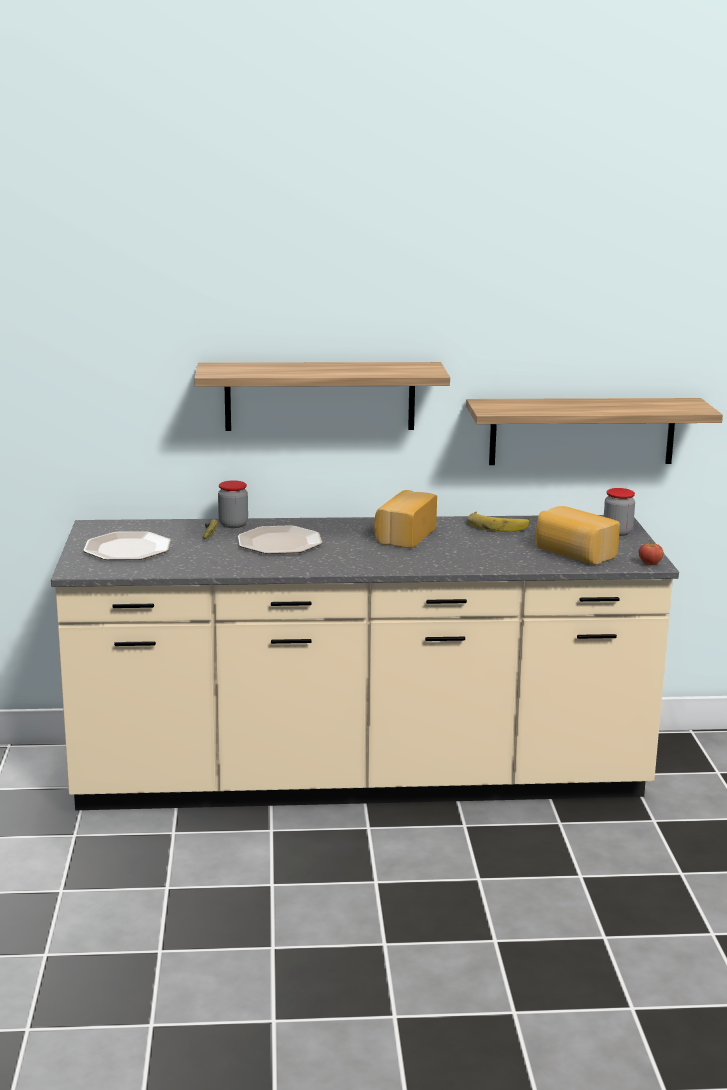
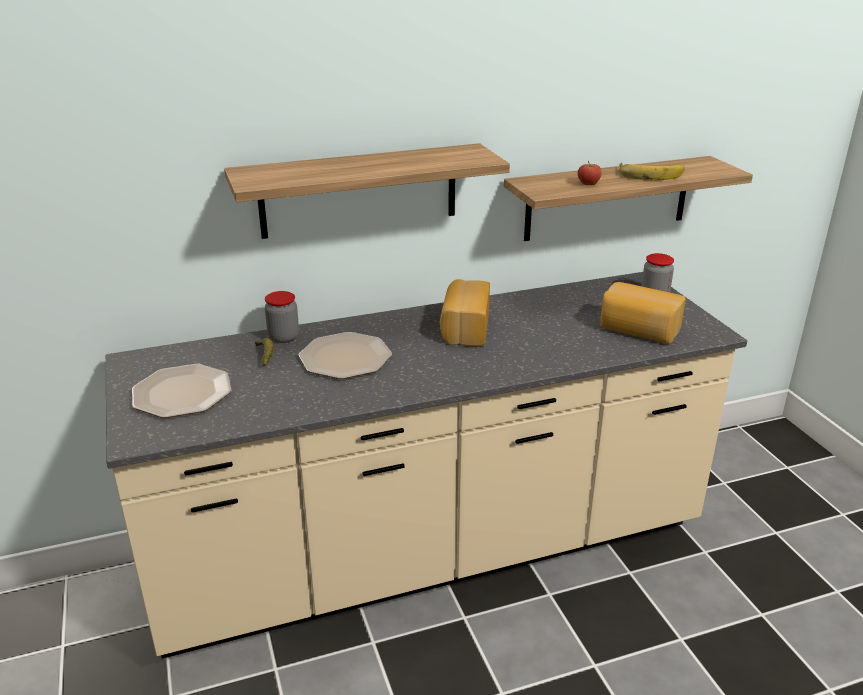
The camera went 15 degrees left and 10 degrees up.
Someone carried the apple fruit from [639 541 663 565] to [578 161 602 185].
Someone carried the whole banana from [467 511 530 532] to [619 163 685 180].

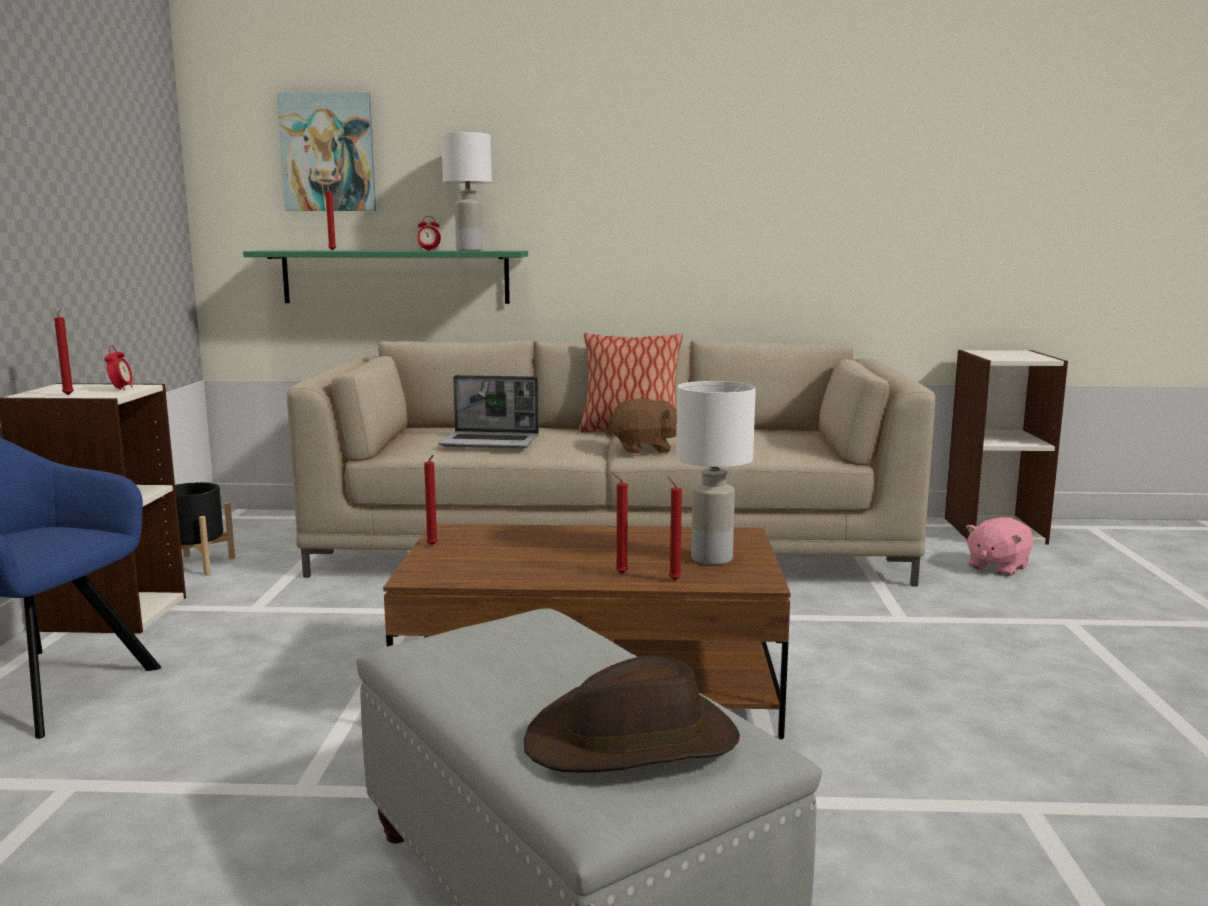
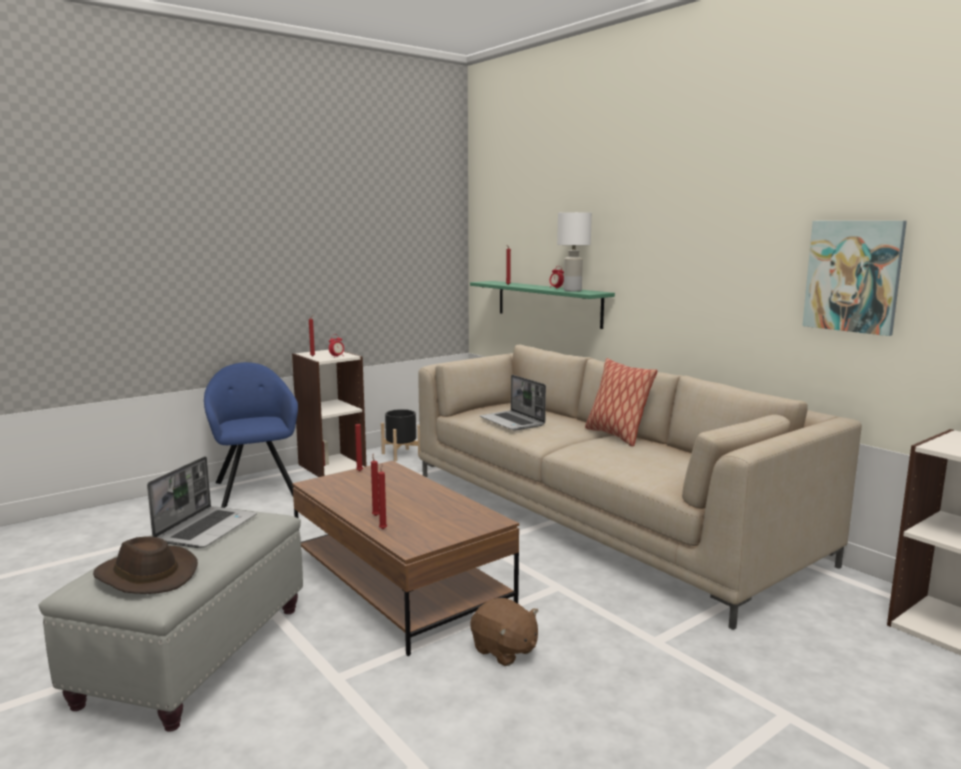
The camera went 50 degrees right and 0 degrees up.
Someone put down the laptop at [147 456 257 548].
Someone carried the plush toy (brownish) from [609 399 677 454] to [470 598 538 666].
Someone carried the wall picture from [277 92 376 211] to [802 221 907 336].
Someone took away the tabletop lamp (white-coloured) at [676 381 756 565].
Someone took away the plush toy (pink) at [965 517 1033 576].

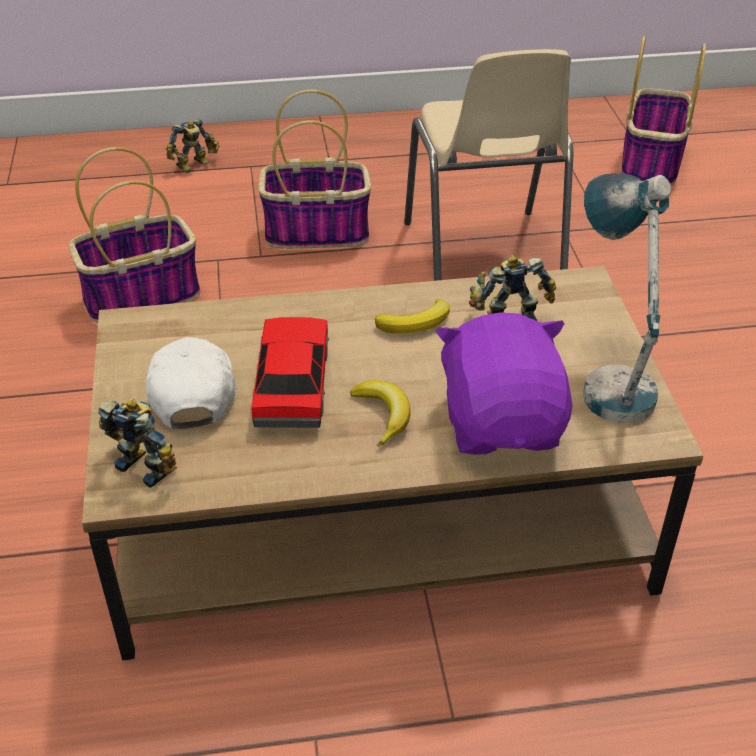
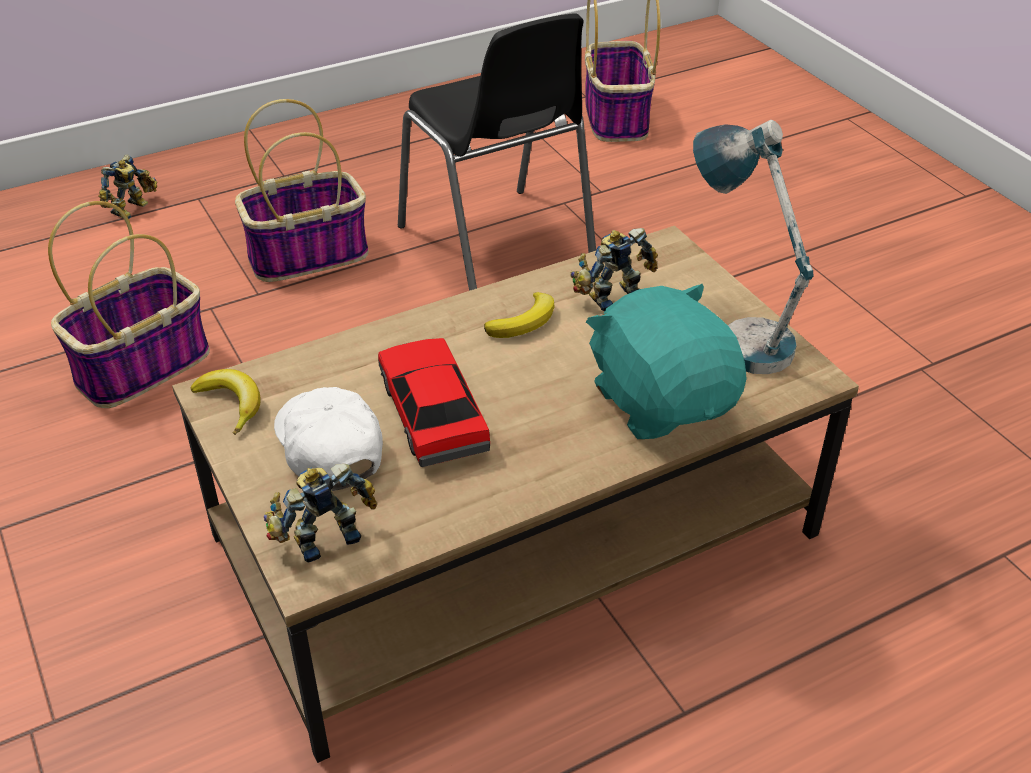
The camera went 20 degrees left and 0 degrees up.
Someone carried the whole banana from [350 380 411 447] to [191 369 261 435].
Someone rotated the toy robot at [98 399 177 488] by 45 degrees counterclockwise.
Someone repainted the plain chair (beige-coloured) at [404 49 573 281], which became the plain chair (blackish) at [398 13 596 291].
Someone repainted the plush toy (purple-coloured) at [435 312 573 455], which became the plush toy (blue-green) at [586 284 747 439].

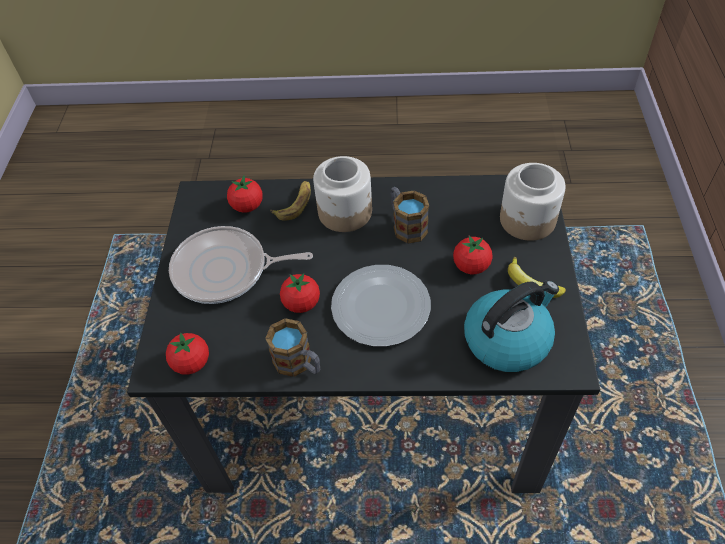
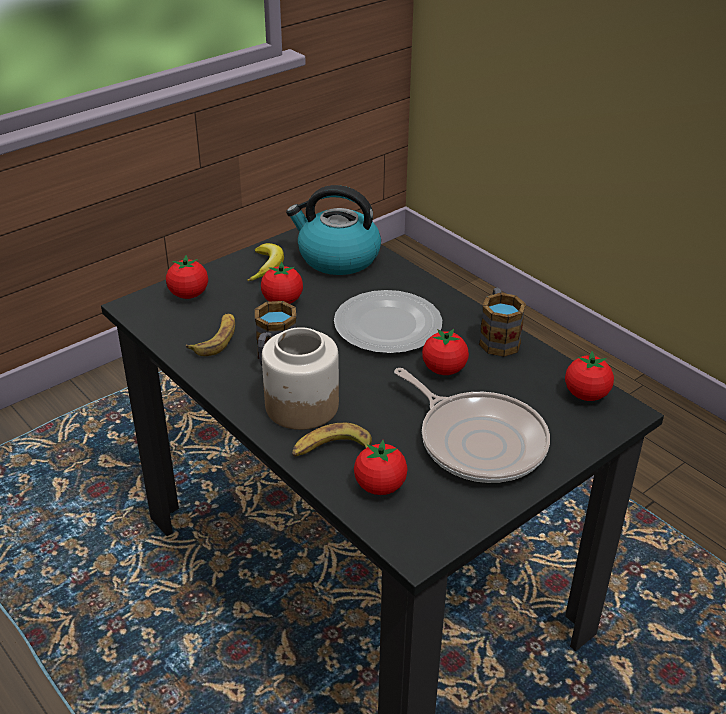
The camera went 135 degrees left and 15 degrees down.
Someone swapped the preserve jar at [500 163 566 241] for the whole tomato at [166 255 208 299].
Someone put down the whole banana at [186 314 235 356].

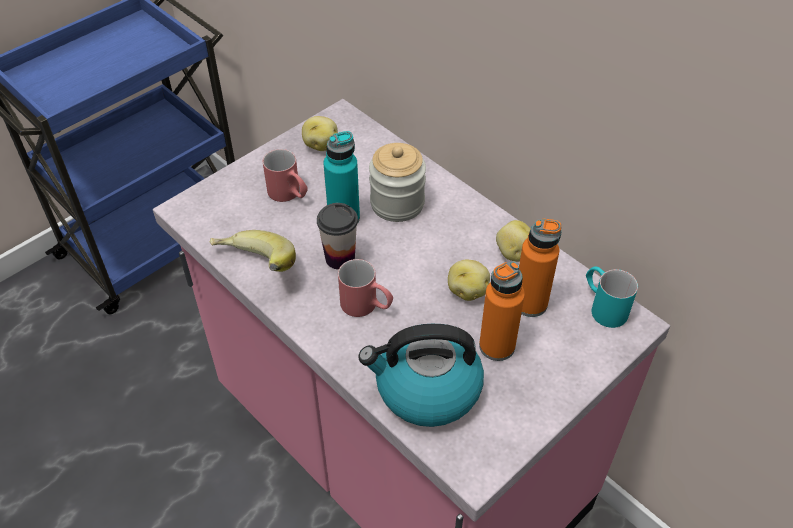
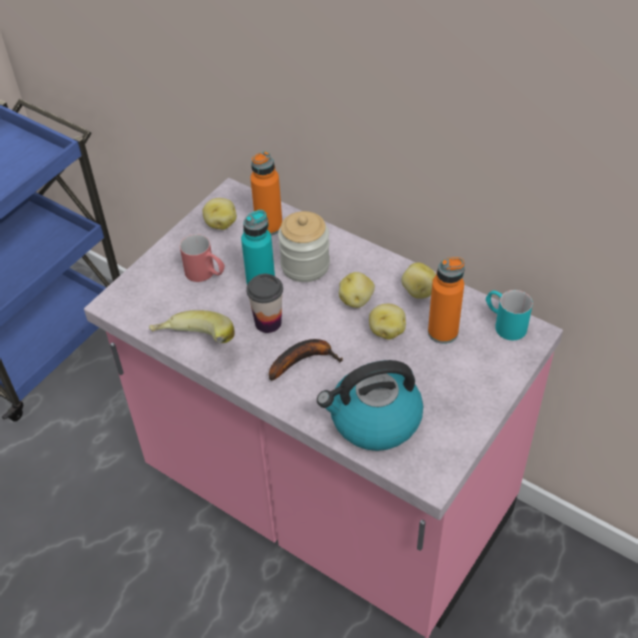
The camera went 10 degrees left and 0 degrees up.
Someone carried the drink bottle (orangey) from [479 262 525 361] to [250 151 282 235].
Someone swapped the tea mug (red) at [338 259 393 317] for the whole banana at [269 339 343 381].
Someone put down the spud at [339 272 375 308].

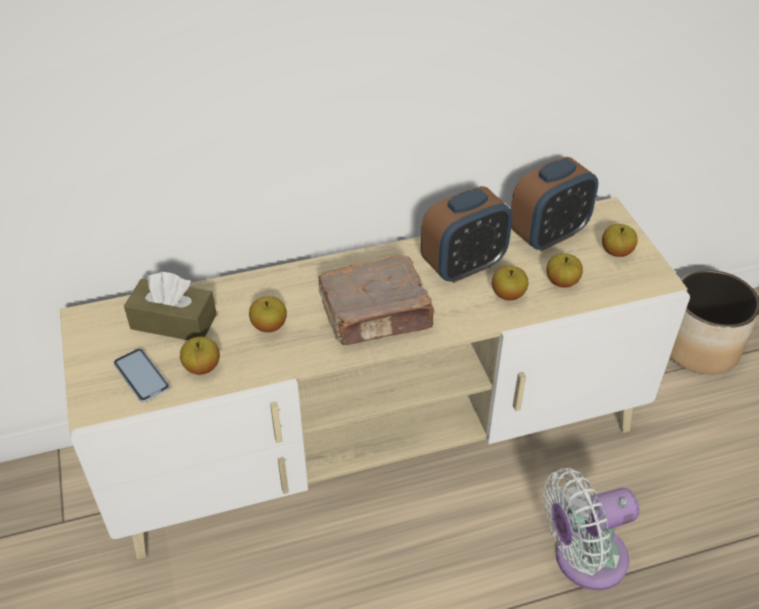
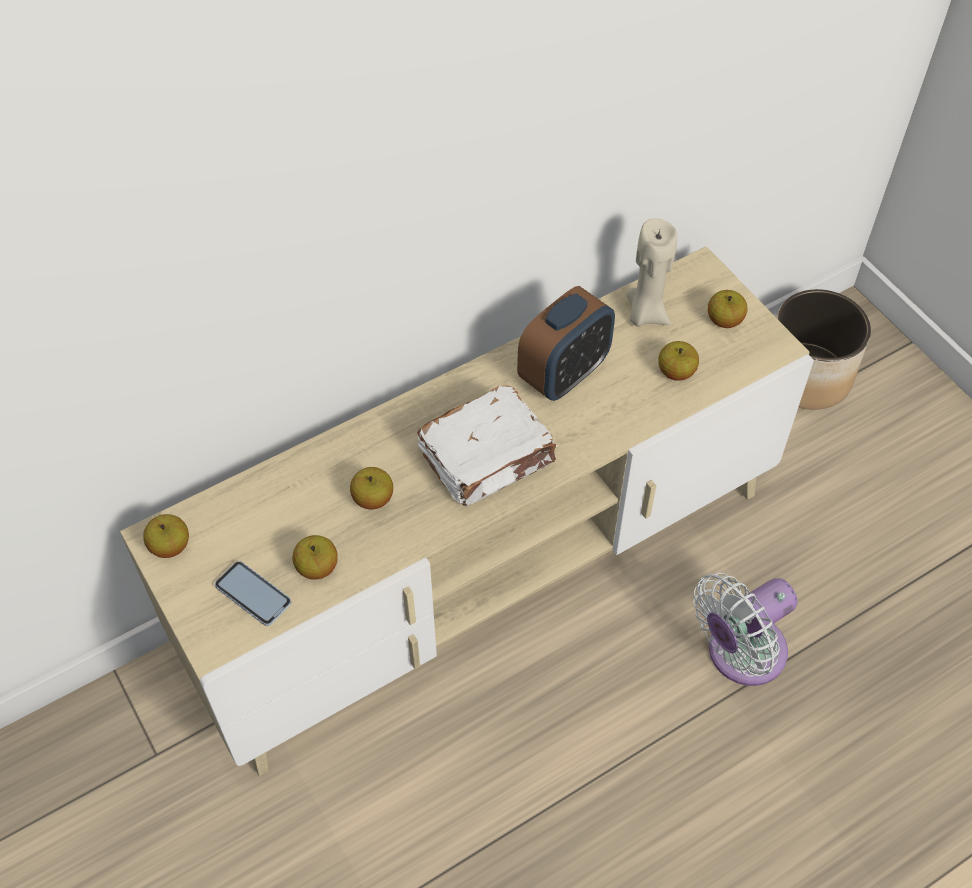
The camera went 15 degrees left and 10 degrees up.
Someone carried the apple fruit from [492 266 528 300] to [143 514 189 558].
Someone repainted the volume (brownish) at [318 255 436 345], which became the volume (white-coloured) at [417 386 558 506].
Someone swapped the bedside clock at [511 157 598 251] for the wax candle (beige-coloured) at [626 218 677 327].
Someone took away the box of tissues (brownish) at [124 272 217 340].

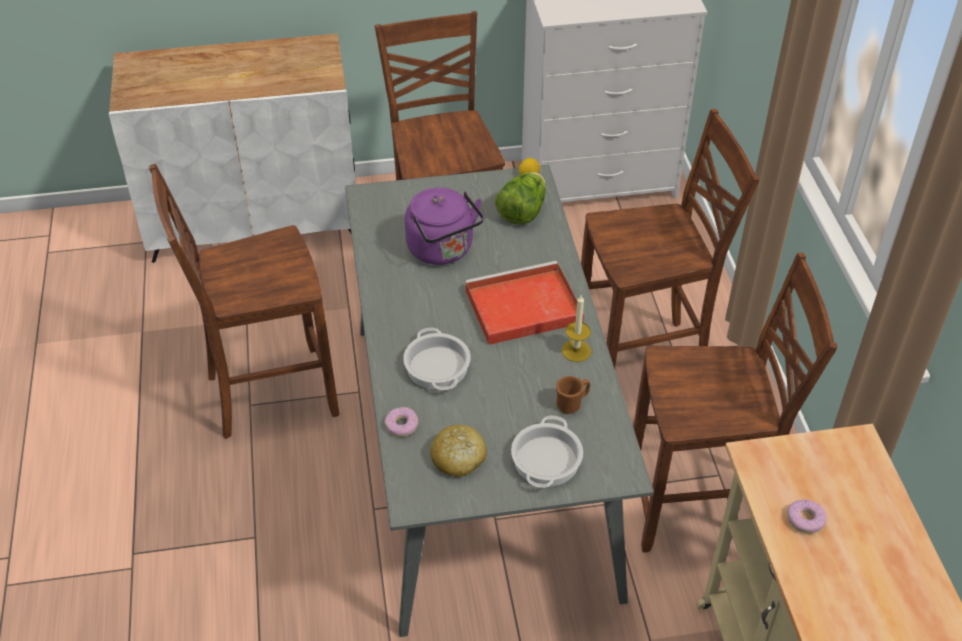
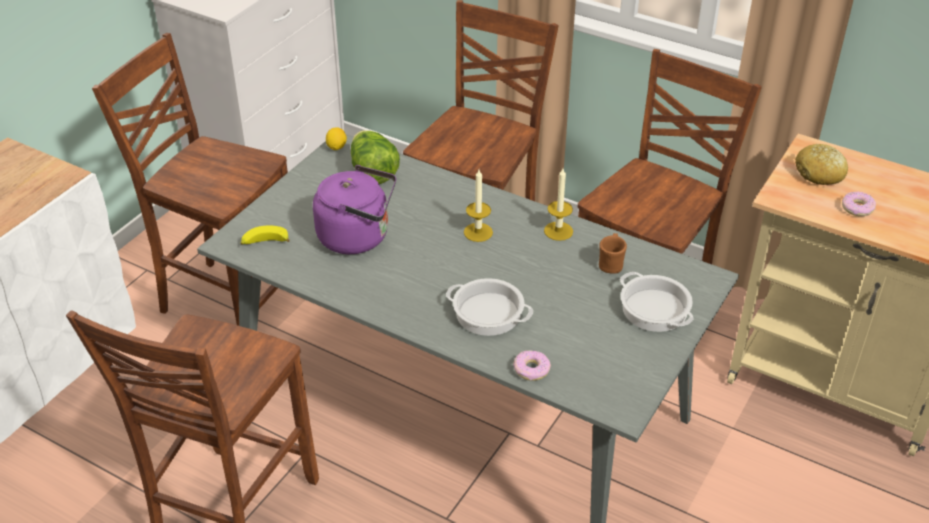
The camera went 50 degrees left and 5 degrees down.
Someone put down the whole banana at [240 225 290 245].
Someone swapped the carrying tray (red) at [465 261 584 345] for the wax candle at [464 170 493 242].
Someone carried the bread from [430 425 487 477] to [795 144 848 185].

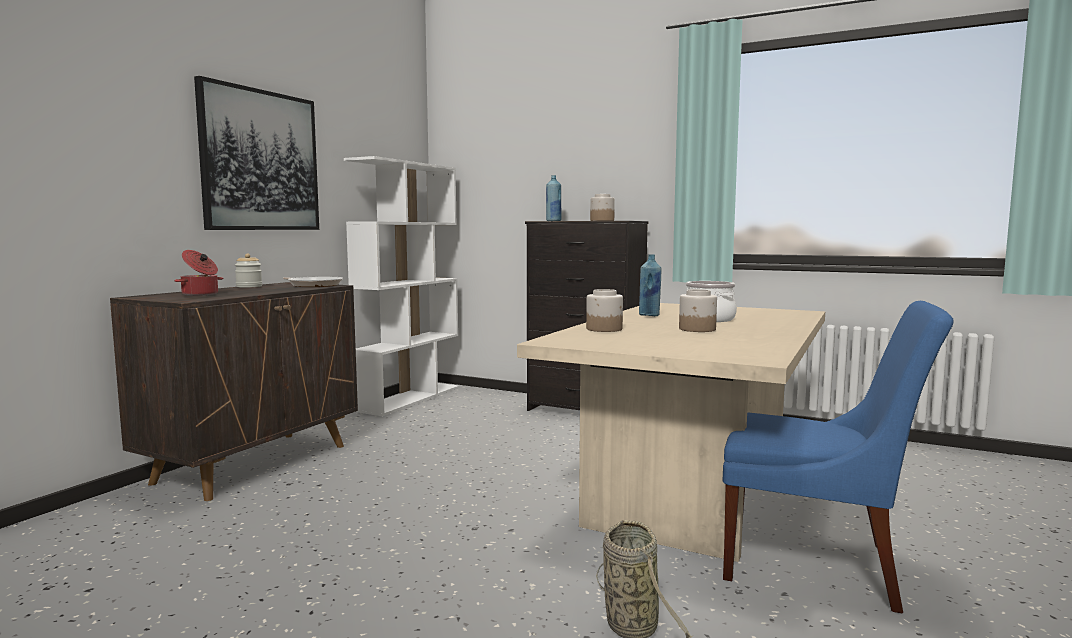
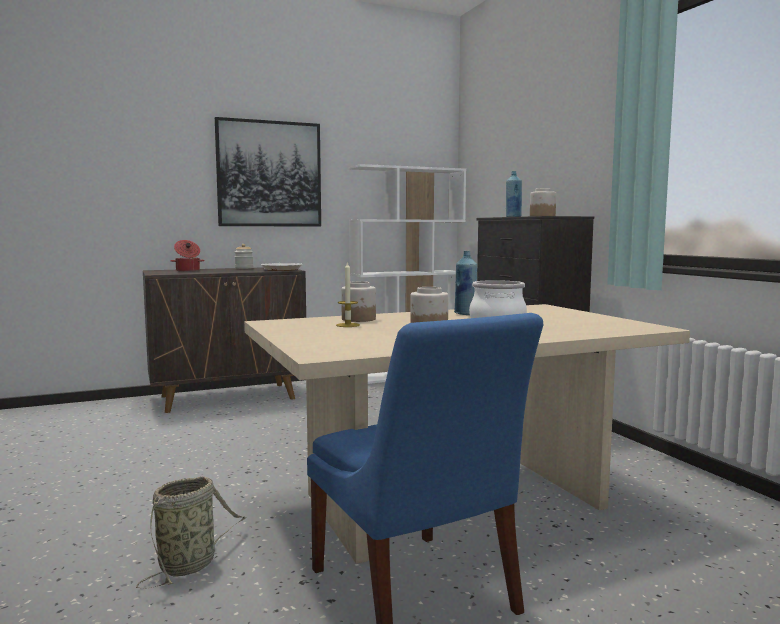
The camera went 40 degrees right and 0 degrees up.
Someone put down the wax candle at [336 261 360 327].

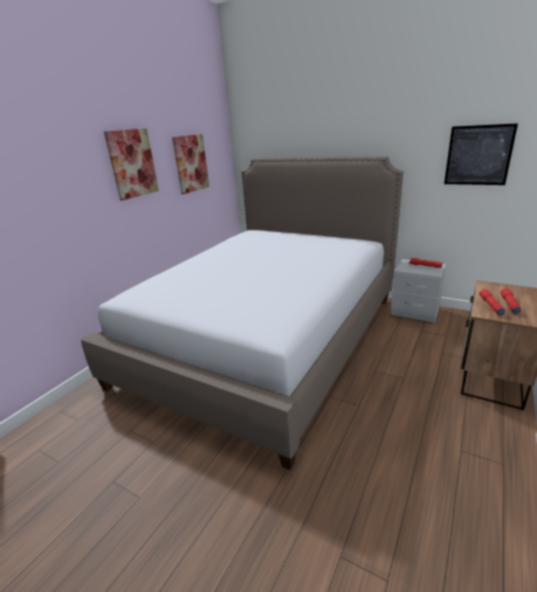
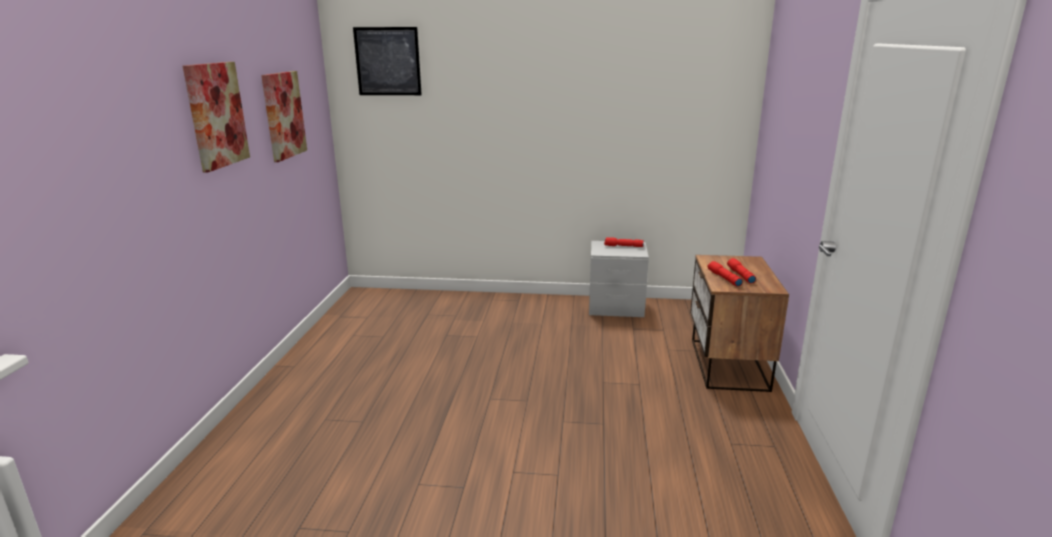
The camera went 25 degrees left and 5 degrees down.
Someone carried the wall picture from [444 123 518 185] to [353 27 422 95].
Someone took away the bedroom bed at [81 156 403 470].

